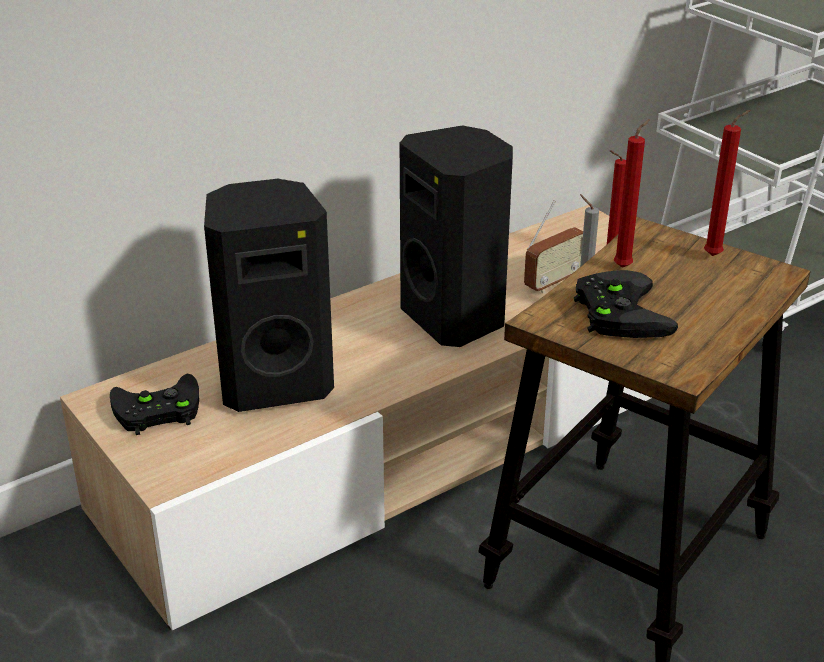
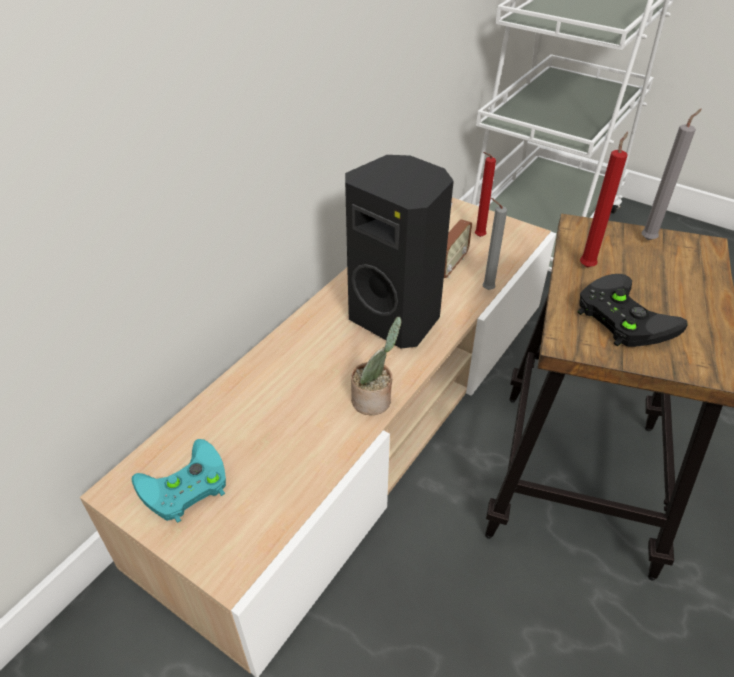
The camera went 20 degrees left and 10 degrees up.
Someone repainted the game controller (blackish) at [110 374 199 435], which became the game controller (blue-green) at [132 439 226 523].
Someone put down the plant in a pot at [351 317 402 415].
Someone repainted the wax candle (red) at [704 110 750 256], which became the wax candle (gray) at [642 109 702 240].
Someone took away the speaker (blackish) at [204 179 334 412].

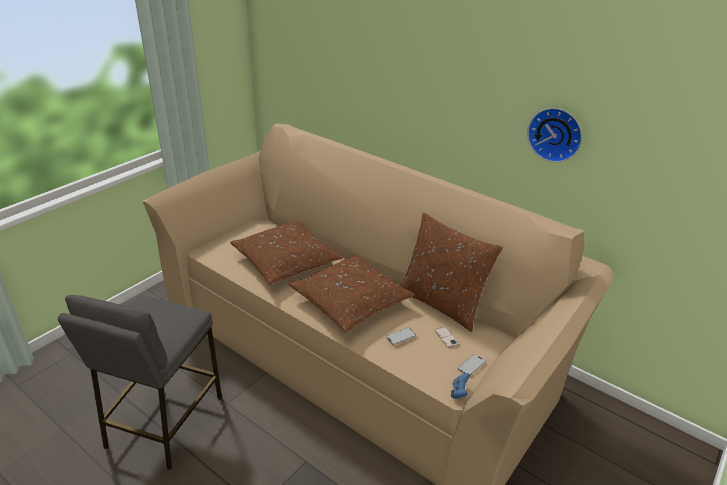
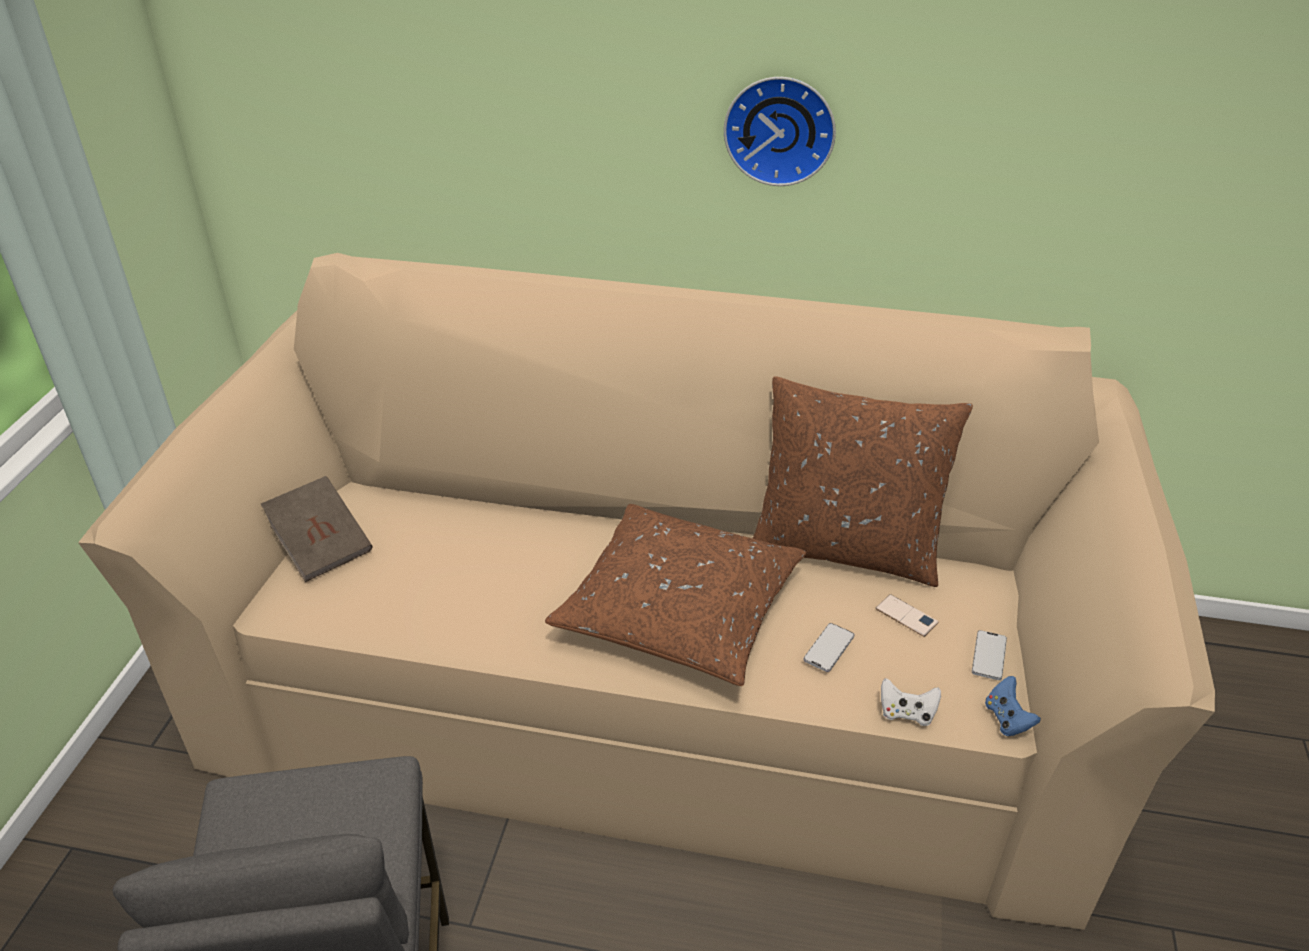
The camera went 25 degrees left and 5 degrees up.
Someone put down the volume (brownish) at [261 476 373 582].
Someone carried the clock on the wall from [527 108 582 162] to [724 77 836 186].
Someone put down the game controller (white-coloured) at [881 678 941 726].
Someone took away the cushion (brownish) at [230 221 343 285].

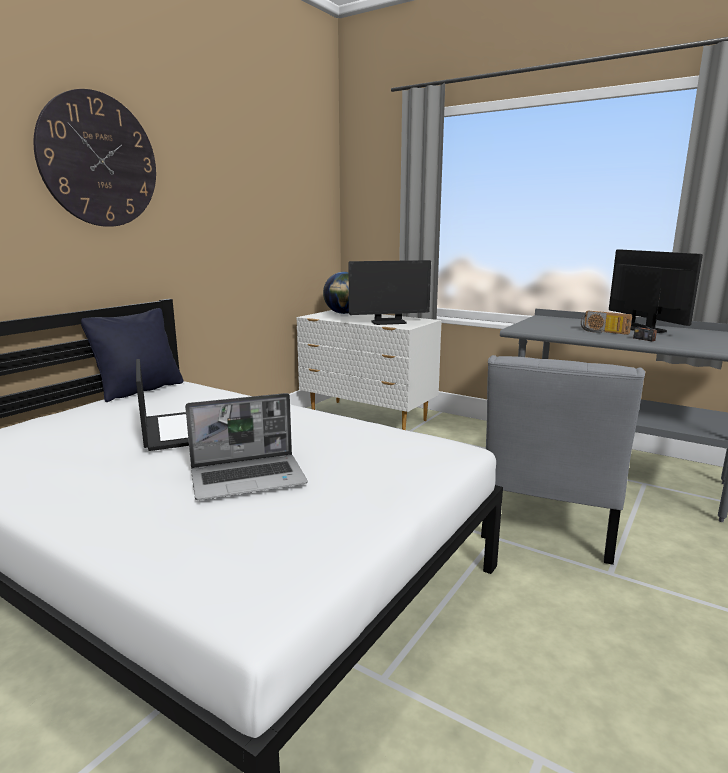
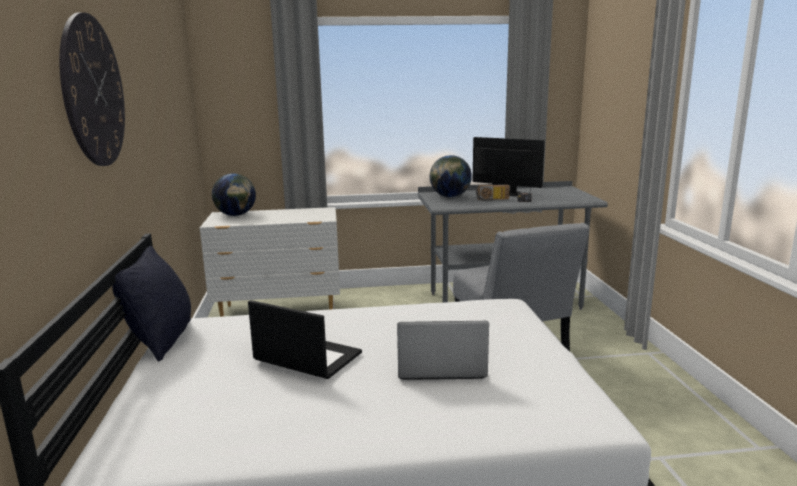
The camera went 40 degrees left and 0 degrees up.
Someone rotated the laptop at [185 393 308 500] by 120 degrees counterclockwise.
Someone put down the world globe at [430 155 472 197].
Someone took away the monitor at [348 260 431 325].

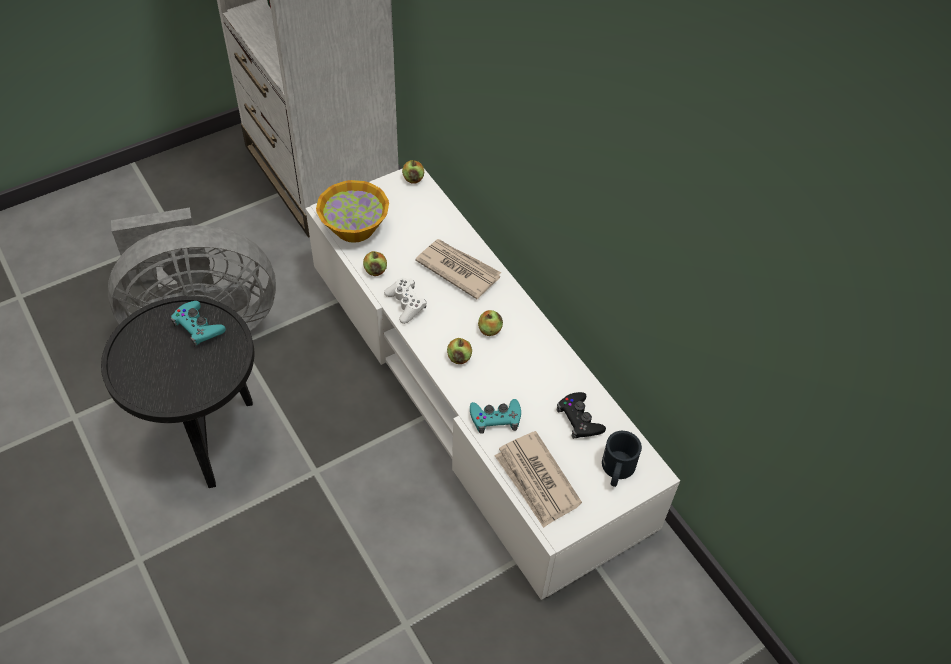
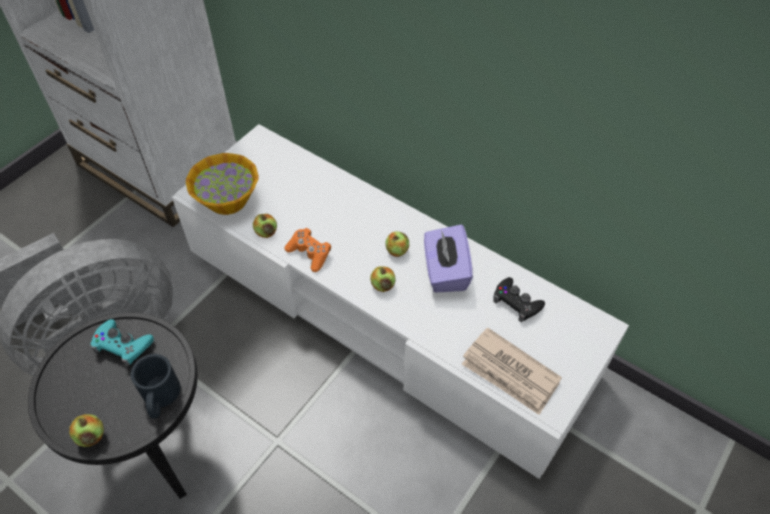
The camera went 20 degrees left and 0 degrees up.
Someone carried the apple fruit from [402 160 424 184] to [69 414 104 447].
Someone carried the tea mug (blackish) from [602 431 642 487] to [130 354 180 419].
Someone repainted the game controller (white-coloured) at [384 278 427 324], which became the game controller (orangey) at [284 228 331 272].
Someone put down the box of tissues (purple-coloured) at [424 224 473 293].
Someone took away the newspaper at [415 239 501 299].
Someone took away the game controller (blue-green) at [470 399 521 434].

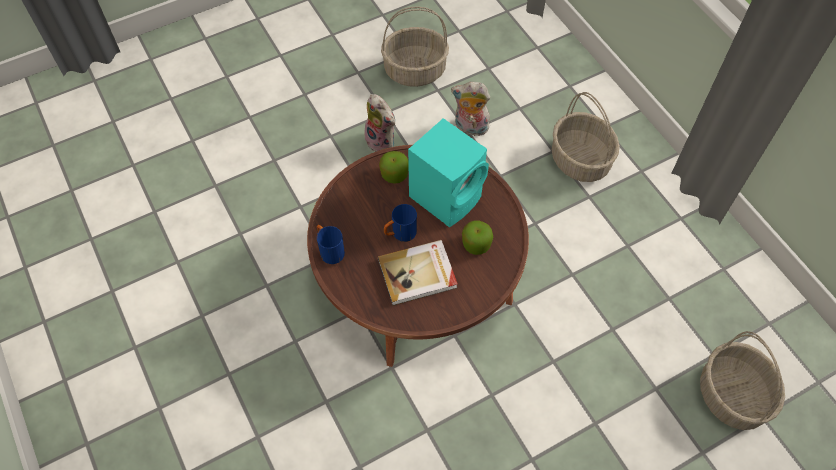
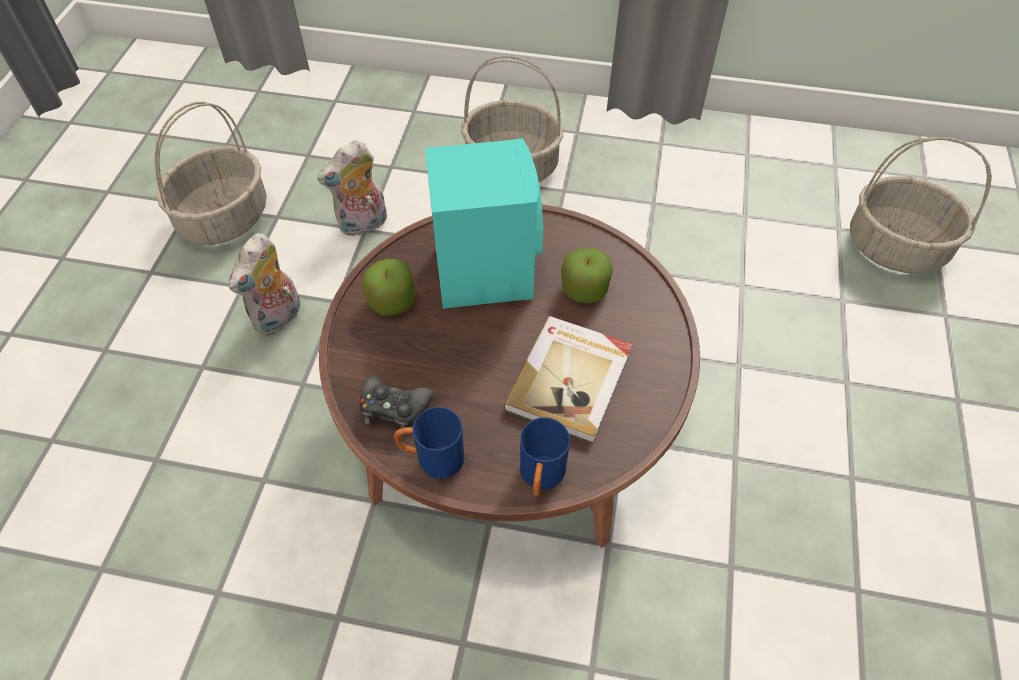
The camera went 50 degrees left and 5 degrees down.
Someone rotated the plush toy at [365 94 396 152] by 120 degrees clockwise.
Someone put down the game controller (blackish) at [360 375 434 428].
Someone carried the tea mug (bluish) from [384 204 417 242] to [520 417 570 496].

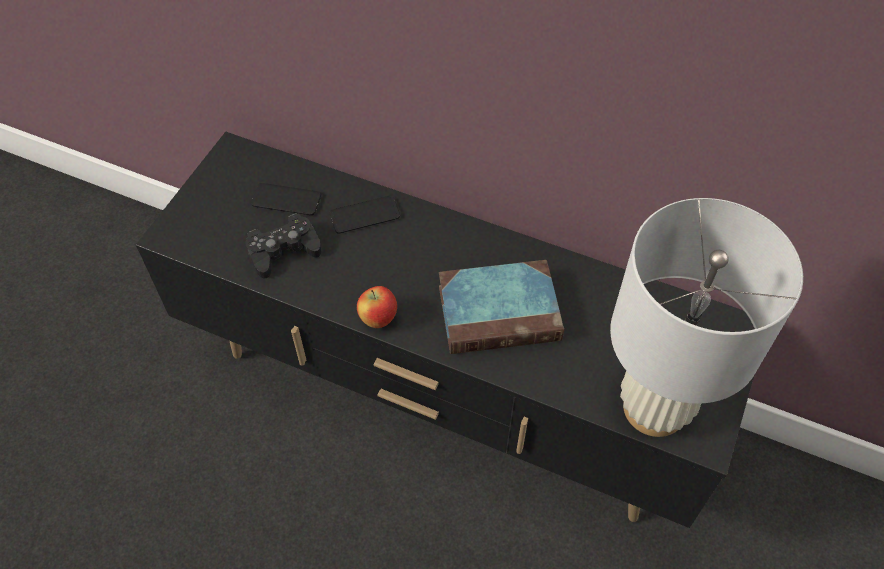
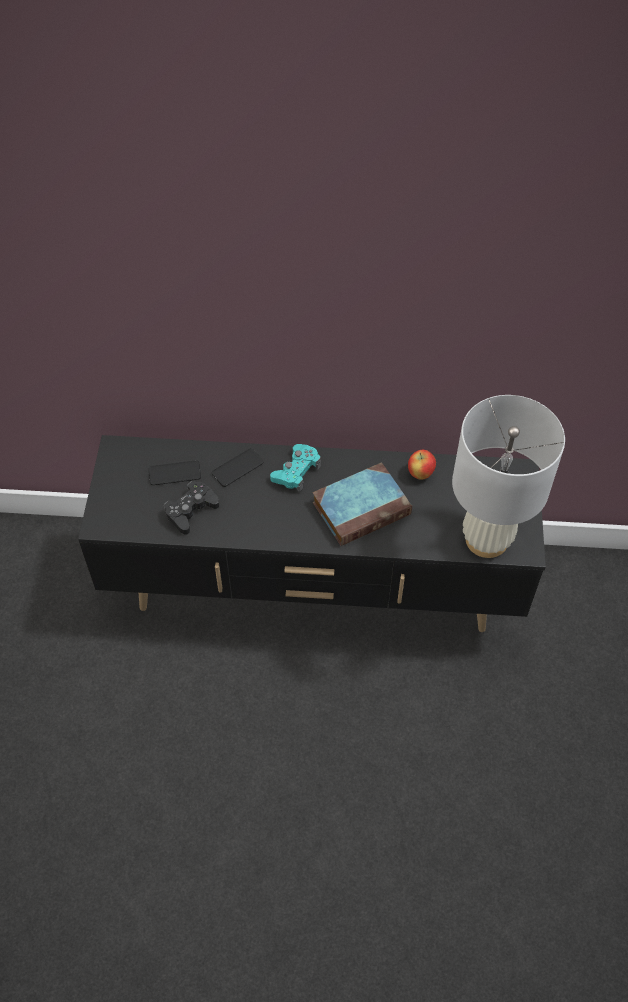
The camera went 20 degrees left and 0 degrees up.
Someone put down the game controller (blue-green) at [270 444 321 492].
Someone carried the apple fruit from [357 286 397 328] to [408 450 436 480].

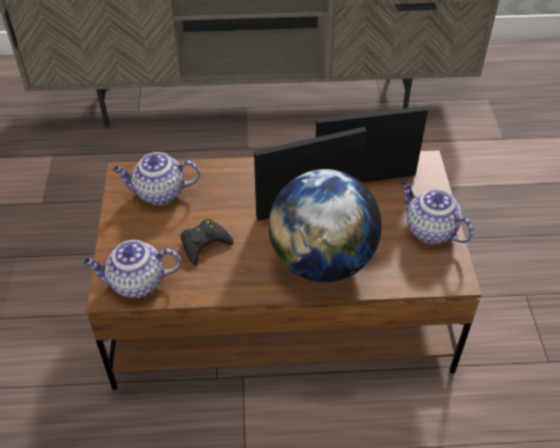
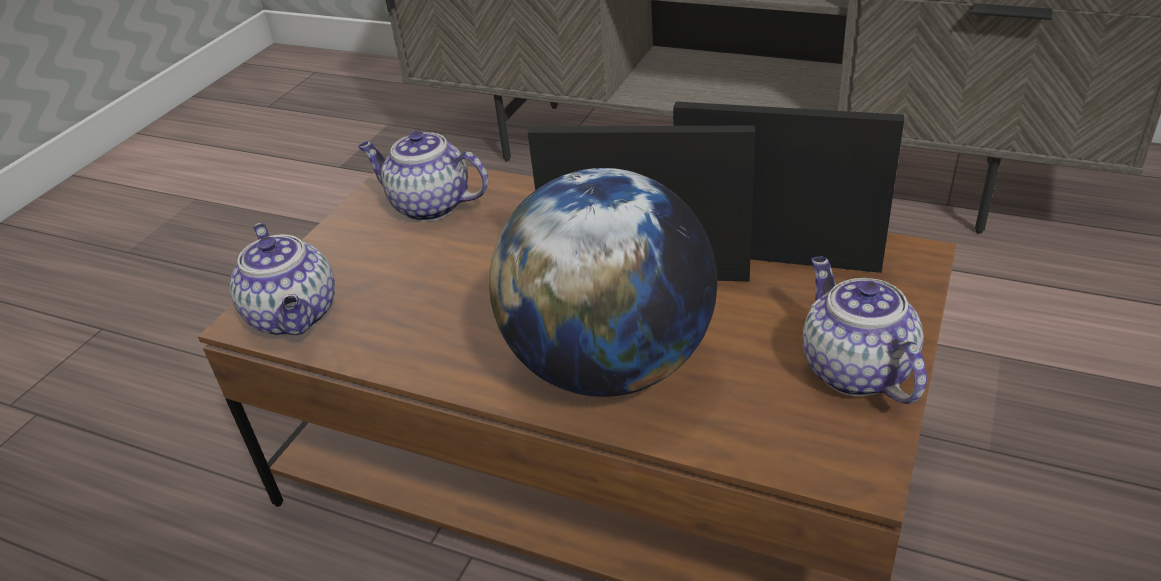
The camera went 30 degrees right and 10 degrees down.
Someone rotated the pot for tea at [83 240 181 298] by 135 degrees counterclockwise.
Someone took away the game controller (blackish) at [180 219 233 265].

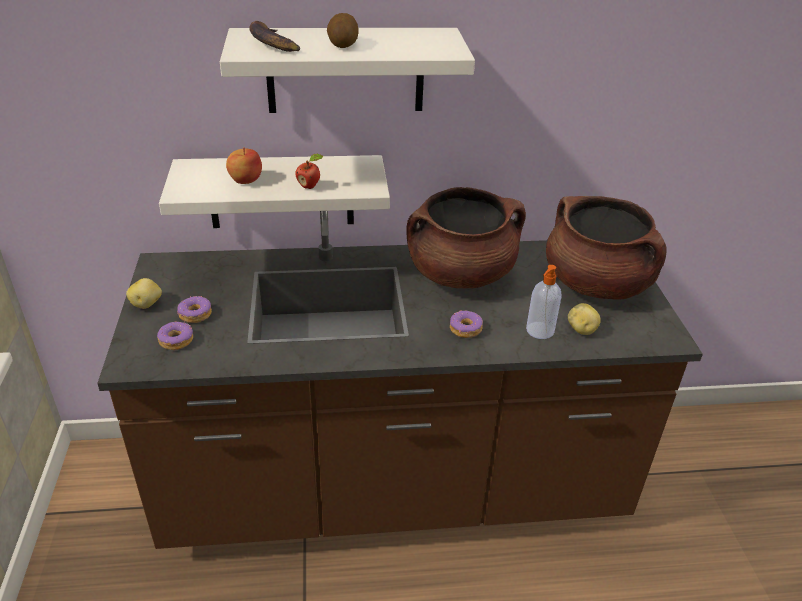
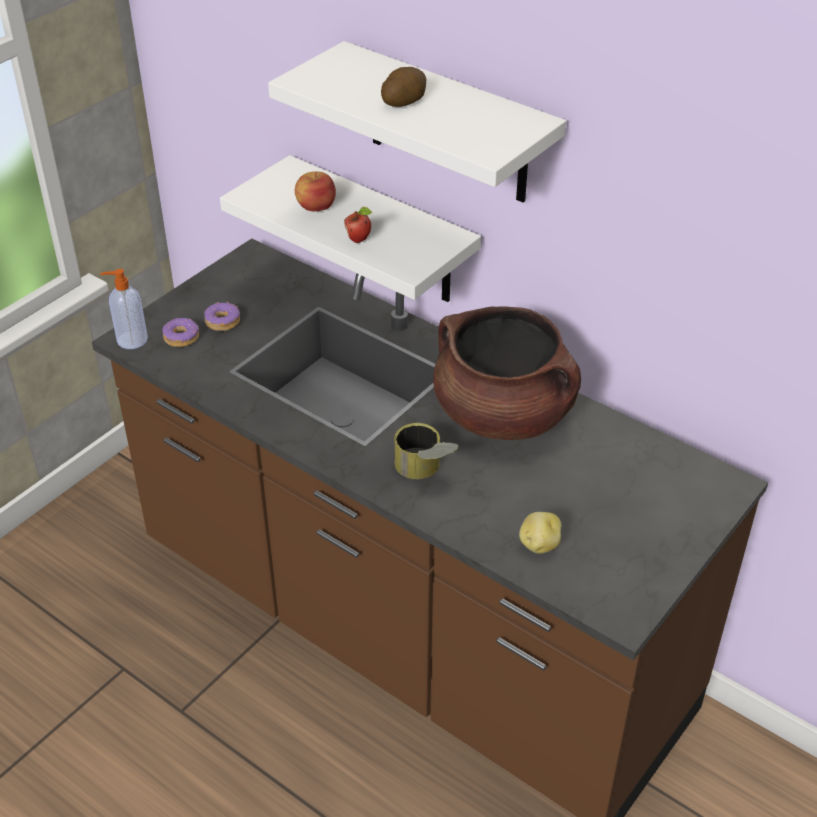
The camera went 45 degrees right and 5 degrees up.
Someone carried the liquid soap bottle from [526 265 562 339] to [100 269 148 349].
Someone swapped the donut at [450 310 483 338] for the can at [394 423 459 479].
Someone took away the spud at [126 278 162 309].
Someone took away the whole banana at [249 21 300 52].
Someone took away the stockpot (brownish) at [546 196 667 300].

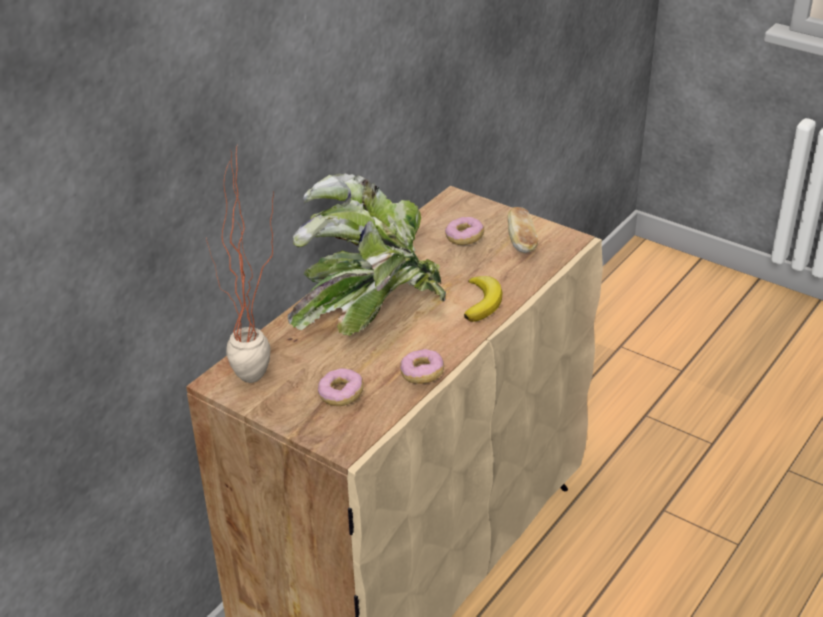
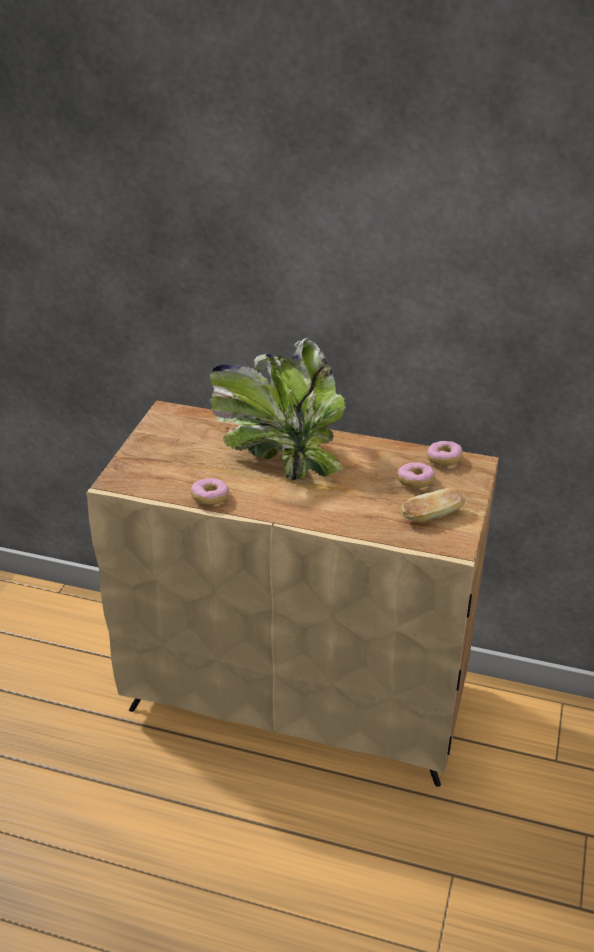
The camera went 70 degrees right and 0 degrees up.
Someone carried the donut from [318 368 364 406] to [427 441 463 466].
Someone took away the plant in a pot at [206 143 274 383].
Someone took away the whole banana at [464 276 502 322].

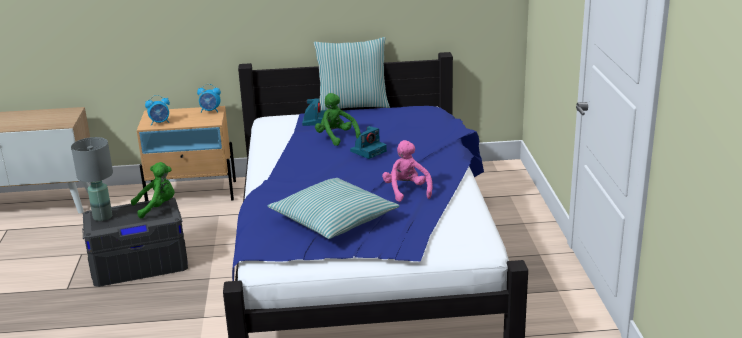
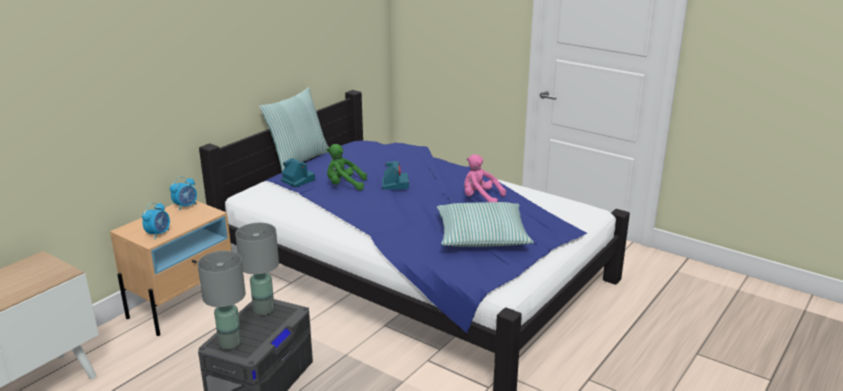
The camera went 50 degrees left and 0 degrees up.
Someone swapped the plush toy (greenish) at [131 162 175 218] for the tabletop lamp (gray) at [235 223 279 315].

